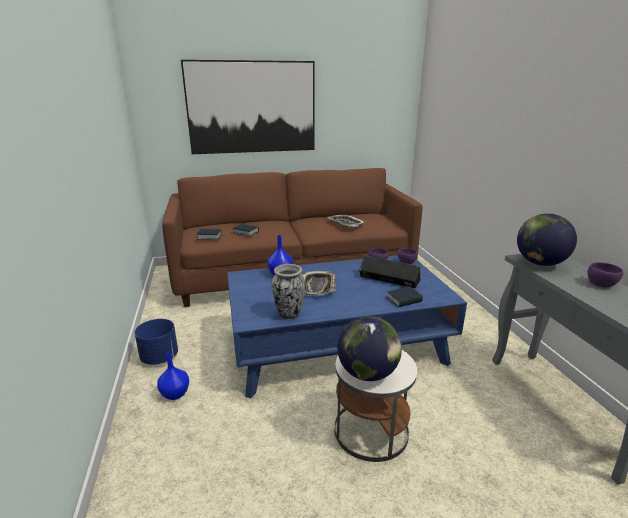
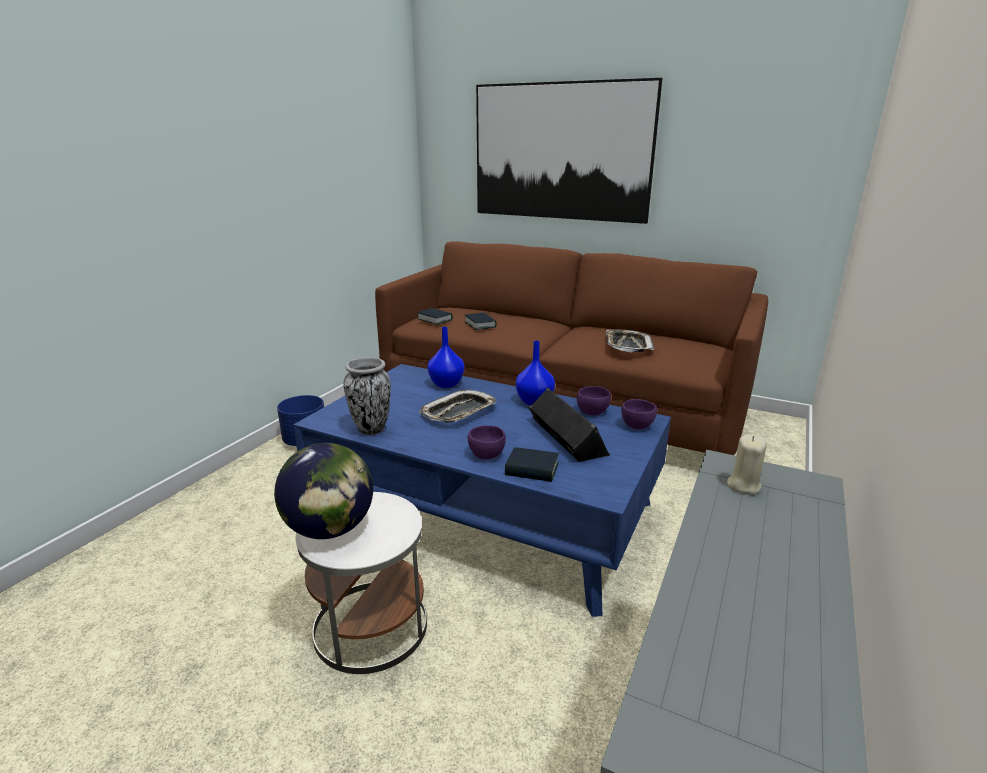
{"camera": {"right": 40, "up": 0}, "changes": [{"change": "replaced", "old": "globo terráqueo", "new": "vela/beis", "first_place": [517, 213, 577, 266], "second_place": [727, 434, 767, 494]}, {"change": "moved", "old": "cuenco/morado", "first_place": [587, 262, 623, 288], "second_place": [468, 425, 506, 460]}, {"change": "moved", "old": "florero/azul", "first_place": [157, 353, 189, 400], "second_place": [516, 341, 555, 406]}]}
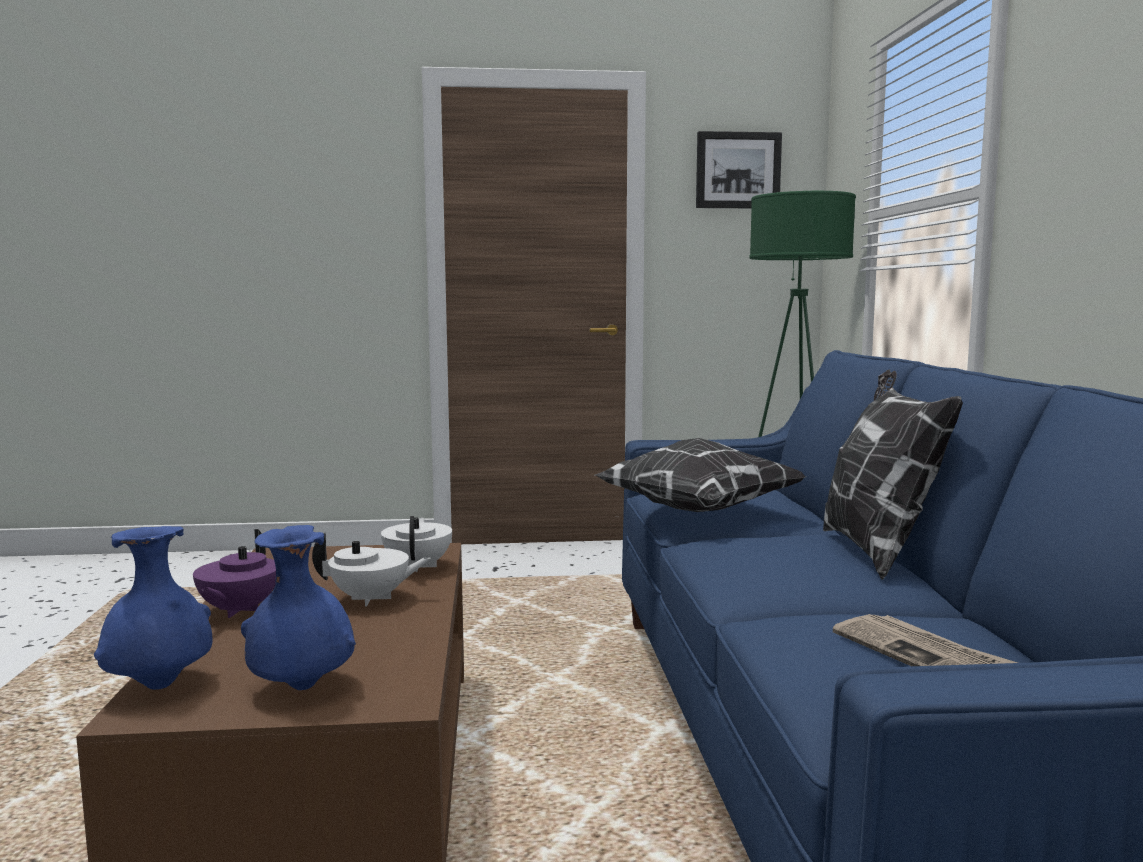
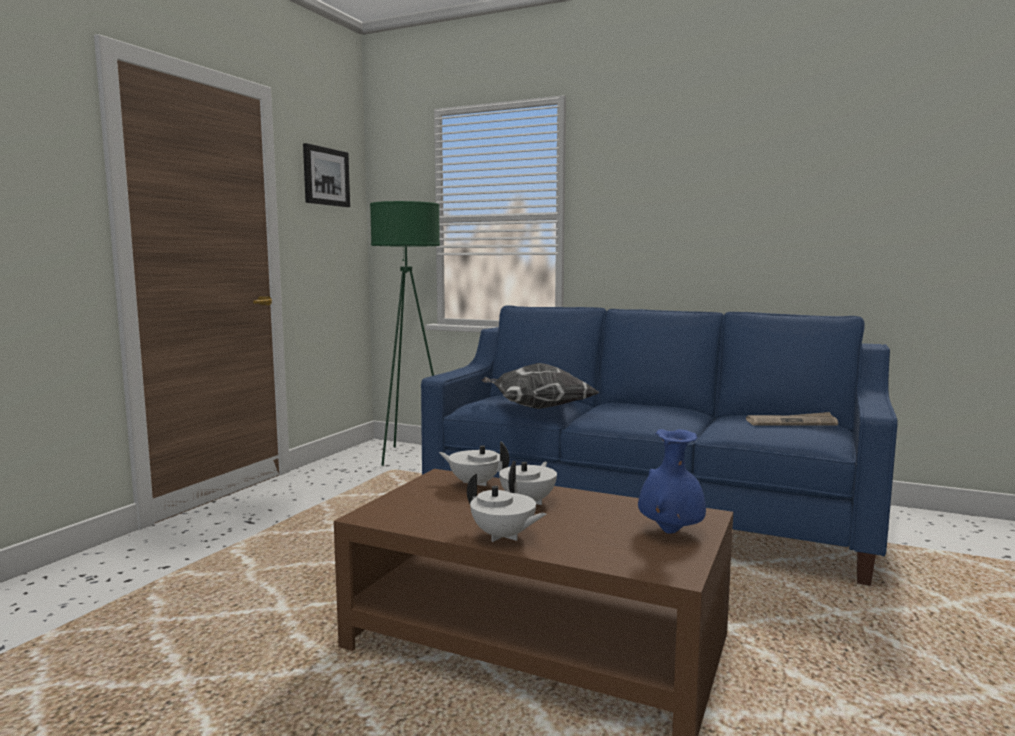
{"camera": {"right": -60, "up": 0}, "changes": [{"change": "removed", "old": "cojín", "first_place": [823, 370, 963, 580]}, {"change": "removed", "old": "florero/azul", "first_place": [94, 526, 213, 690]}, {"change": "recoloured", "old": "tetera/morado", "new": "tetera/blanco", "first_place": [193, 529, 276, 618], "second_place": [467, 474, 547, 542]}]}
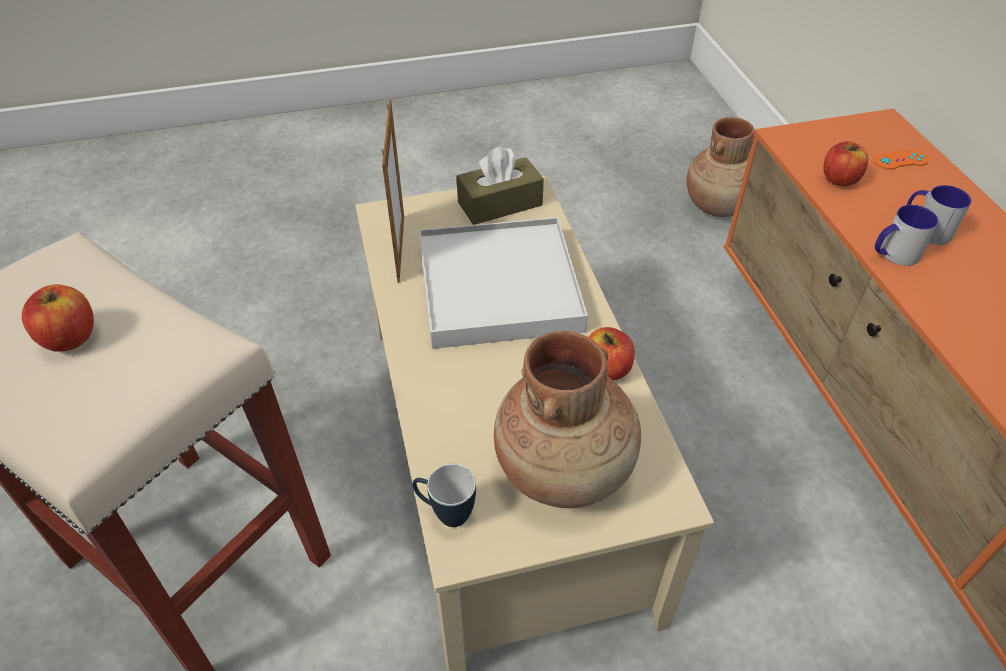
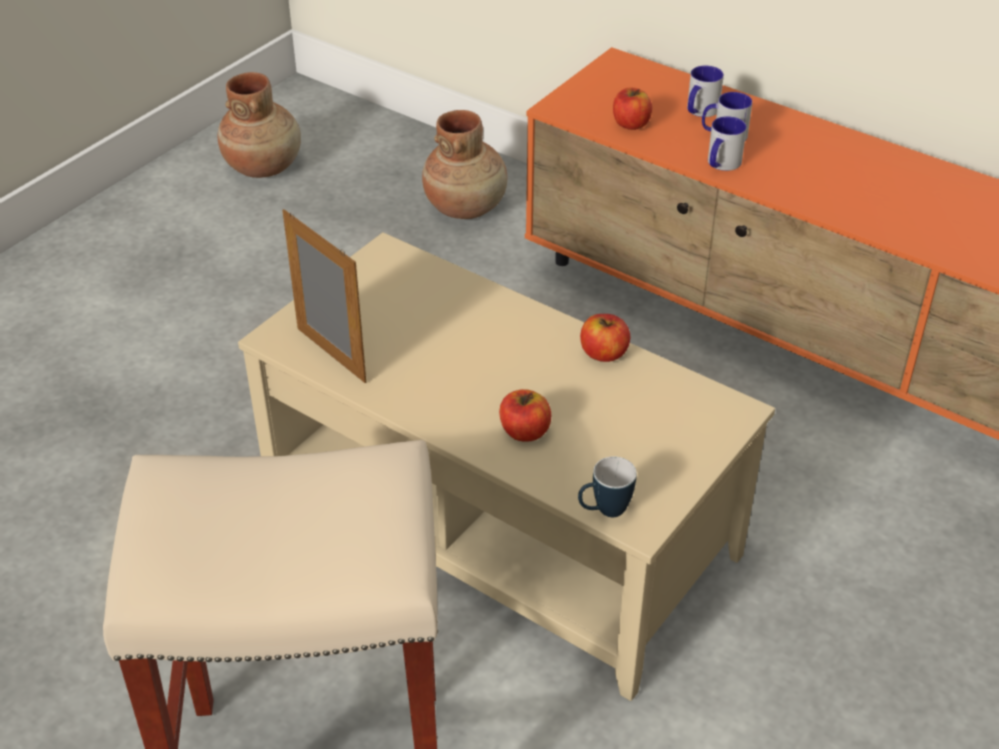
{"camera": {"right": -40, "up": -5}, "changes": [{"change": "removed", "old": "caja de pañuelos/marrón", "first_place": [457, 146, 544, 225]}, {"change": "removed", "old": "mando de consola/naranja", "first_place": [873, 150, 930, 170]}, {"change": "removed", "old": "bandeja/blanco", "first_place": [419, 217, 588, 349]}, {"change": "moved", "old": "manzana", "first_place": [22, 284, 94, 352], "second_place": [499, 389, 551, 442]}, {"change": "moved", "old": "florero/marrón", "first_place": [494, 331, 641, 508], "second_place": [217, 72, 301, 178]}, {"change": "added", "new": "taza grande", "second_place": [687, 66, 724, 117]}]}
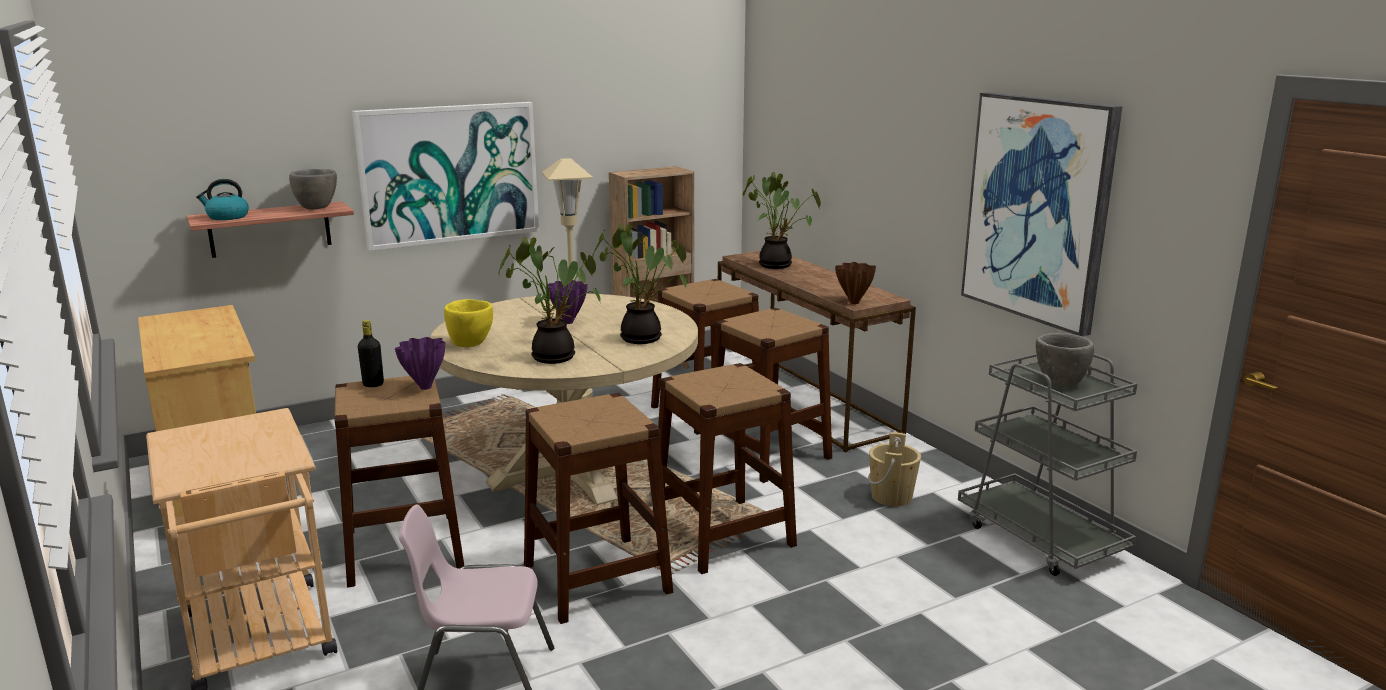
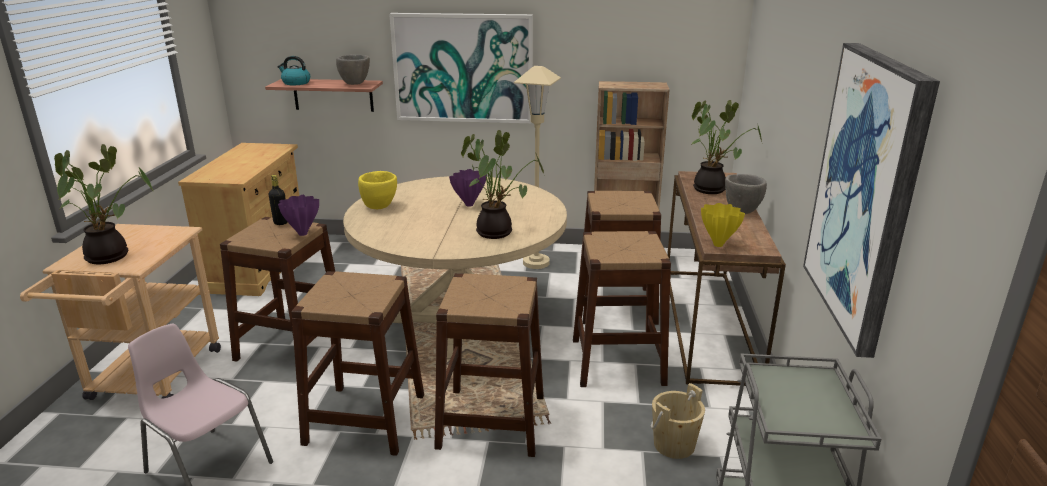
{"camera": {"right": 35, "up": 5}, "changes": [{"change": "moved", "old": "planta en maceta", "first_place": [499, 237, 600, 364], "second_place": [54, 144, 153, 264]}, {"change": "recoloured", "old": "florero/marrón", "new": "florero/amarillo", "first_place": [835, 262, 876, 304], "second_place": [701, 203, 745, 247]}, {"change": "moved", "old": "cuenco/gris", "first_place": [1036, 333, 1094, 387], "second_place": [725, 174, 767, 214]}]}
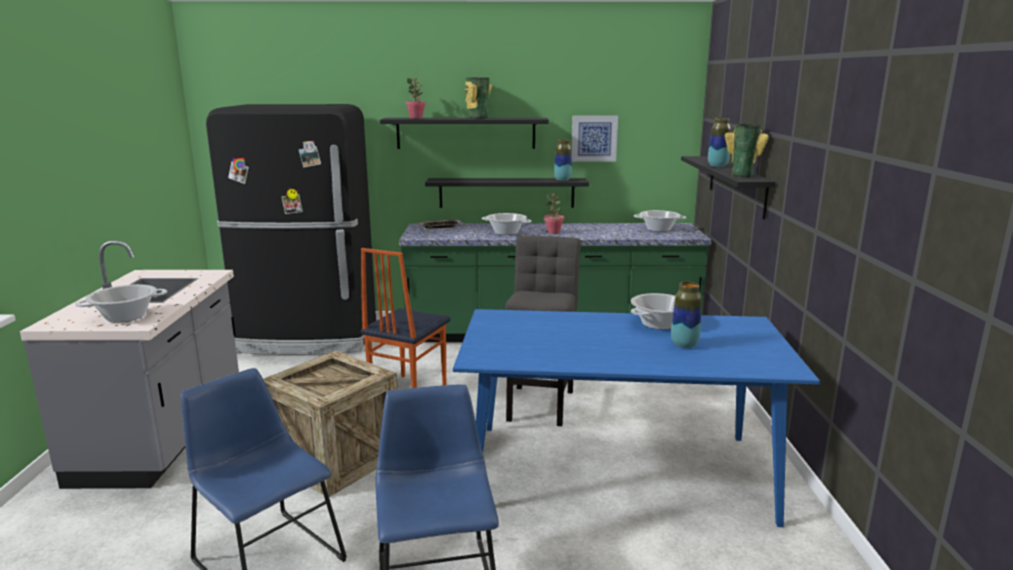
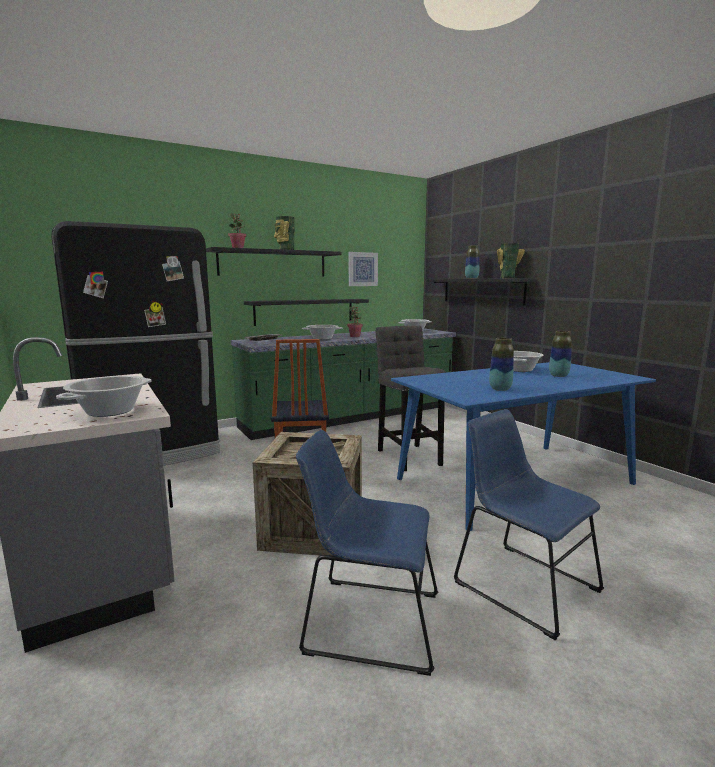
{"camera": {"right": -30, "up": -5}, "changes": [{"change": "moved", "old": "florero", "first_place": [554, 139, 572, 181], "second_place": [489, 338, 514, 391]}]}
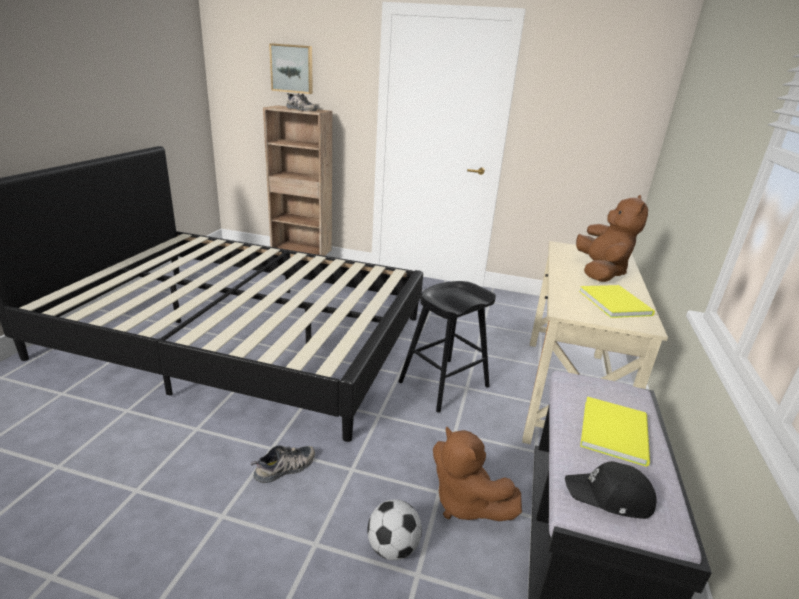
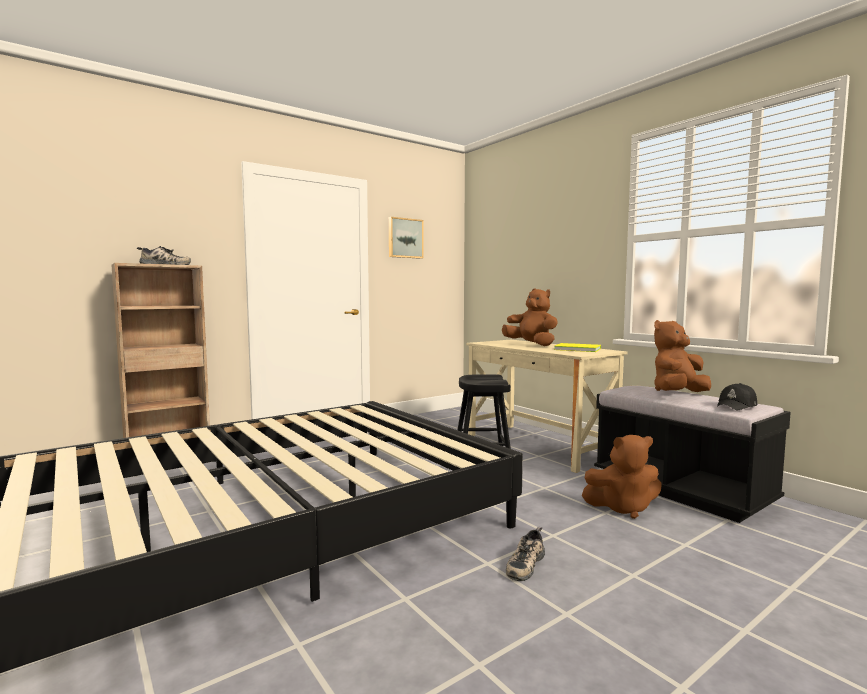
{"camera": {"right": -50, "up": -20}, "changes": [{"change": "moved", "old": "cuadro", "first_place": [269, 43, 313, 94], "second_place": [389, 217, 424, 259]}, {"change": "replaced", "old": "libro/amarillo", "new": "peluche/marrón", "first_place": [580, 397, 650, 467], "second_place": [654, 320, 711, 392]}, {"change": "turned", "old": "zapato", "first_place": [251, 445, 315, 483], "second_place": [506, 527, 545, 581], "degrees": -150}, {"change": "removed", "old": "balón de fútbol", "first_place": [367, 499, 422, 560]}]}
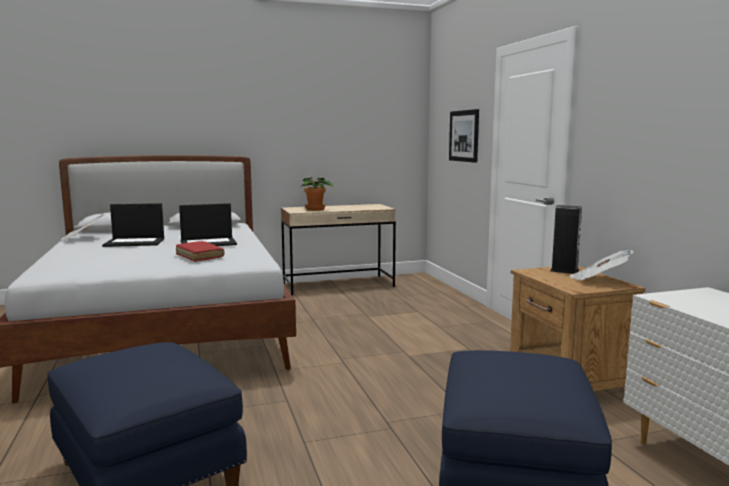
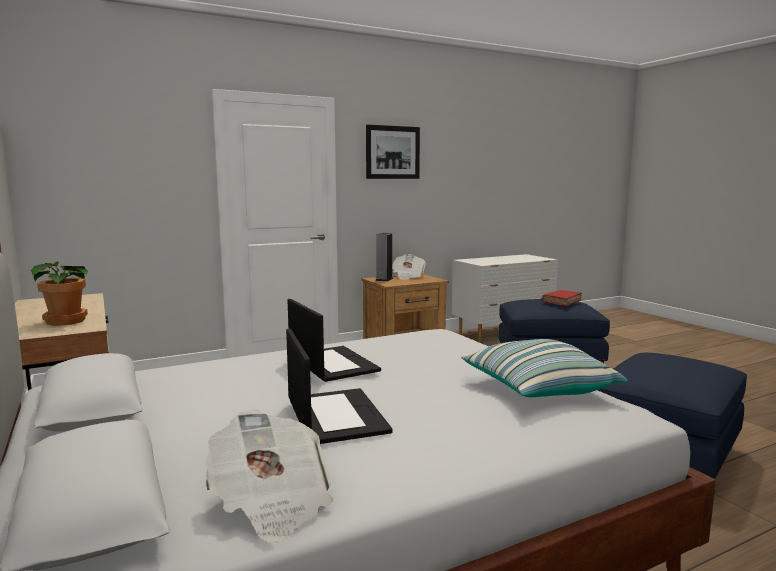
{"camera": {"right": -100, "up": 0}, "changes": [{"change": "moved", "old": "cuadro", "first_place": [449, 109, 479, 163], "second_place": [366, 124, 420, 179]}, {"change": "moved", "old": "libro/rojo", "first_place": [176, 241, 224, 262], "second_place": [542, 290, 582, 306]}, {"change": "added", "new": "cojín", "second_place": [461, 339, 628, 397]}]}
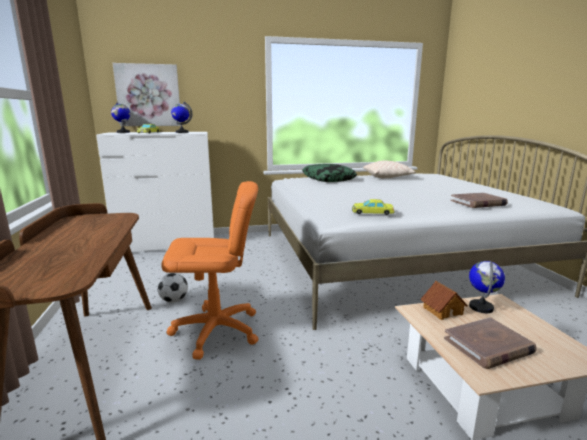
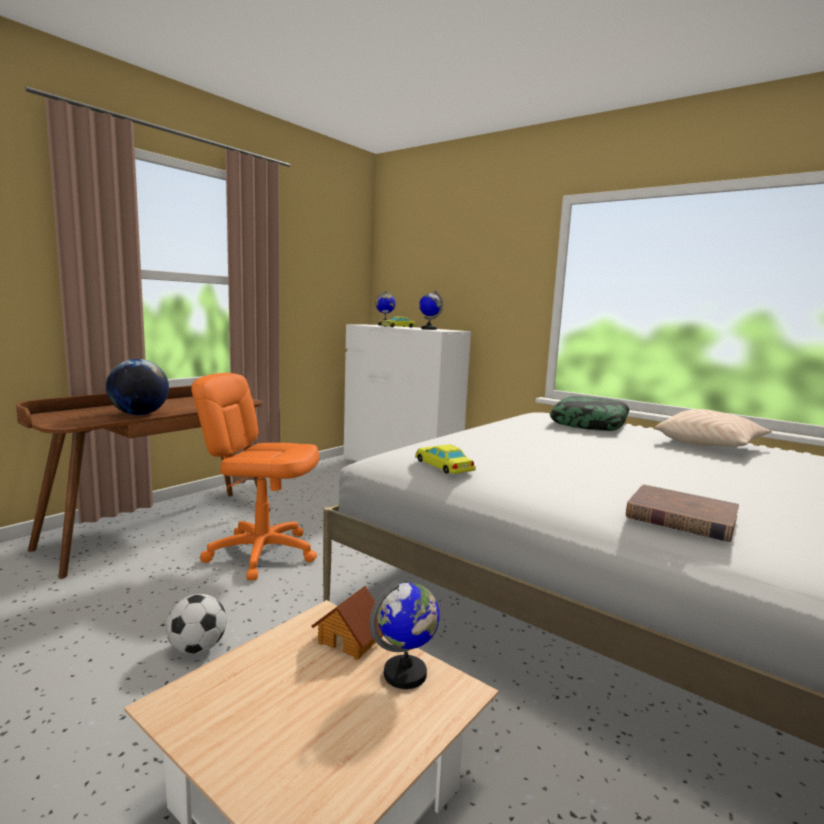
{"camera": {"right": 50, "up": -5}, "changes": [{"change": "removed", "old": "cuadro", "first_place": [112, 63, 181, 126]}, {"change": "turned", "old": "silla de oficina/naranja", "first_place": [161, 181, 258, 360], "second_place": [191, 373, 320, 580], "degrees": 150}, {"change": "moved", "old": "balón de fútbol", "first_place": [157, 273, 188, 303], "second_place": [166, 594, 226, 654]}, {"change": "removed", "old": "libro/marrón", "first_place": [444, 317, 537, 369]}, {"change": "added", "new": "globo terráqueo", "second_place": [106, 359, 169, 415]}]}
